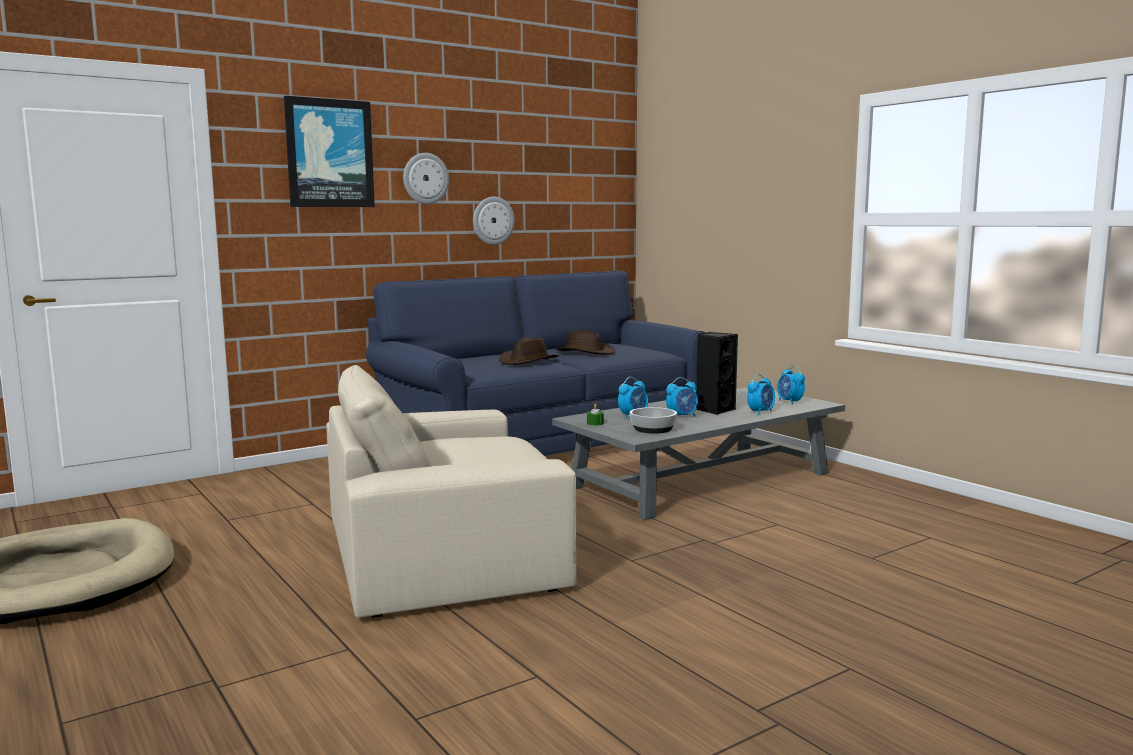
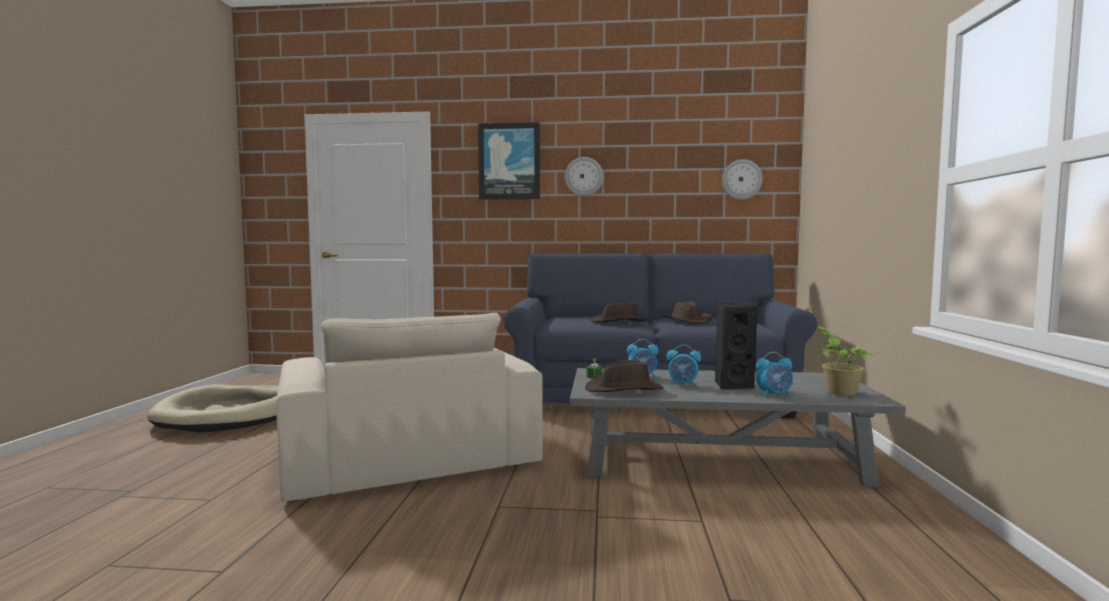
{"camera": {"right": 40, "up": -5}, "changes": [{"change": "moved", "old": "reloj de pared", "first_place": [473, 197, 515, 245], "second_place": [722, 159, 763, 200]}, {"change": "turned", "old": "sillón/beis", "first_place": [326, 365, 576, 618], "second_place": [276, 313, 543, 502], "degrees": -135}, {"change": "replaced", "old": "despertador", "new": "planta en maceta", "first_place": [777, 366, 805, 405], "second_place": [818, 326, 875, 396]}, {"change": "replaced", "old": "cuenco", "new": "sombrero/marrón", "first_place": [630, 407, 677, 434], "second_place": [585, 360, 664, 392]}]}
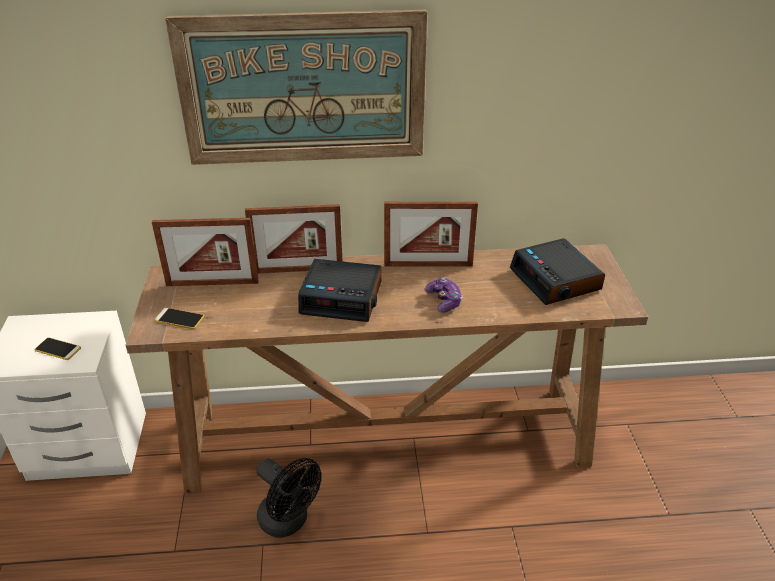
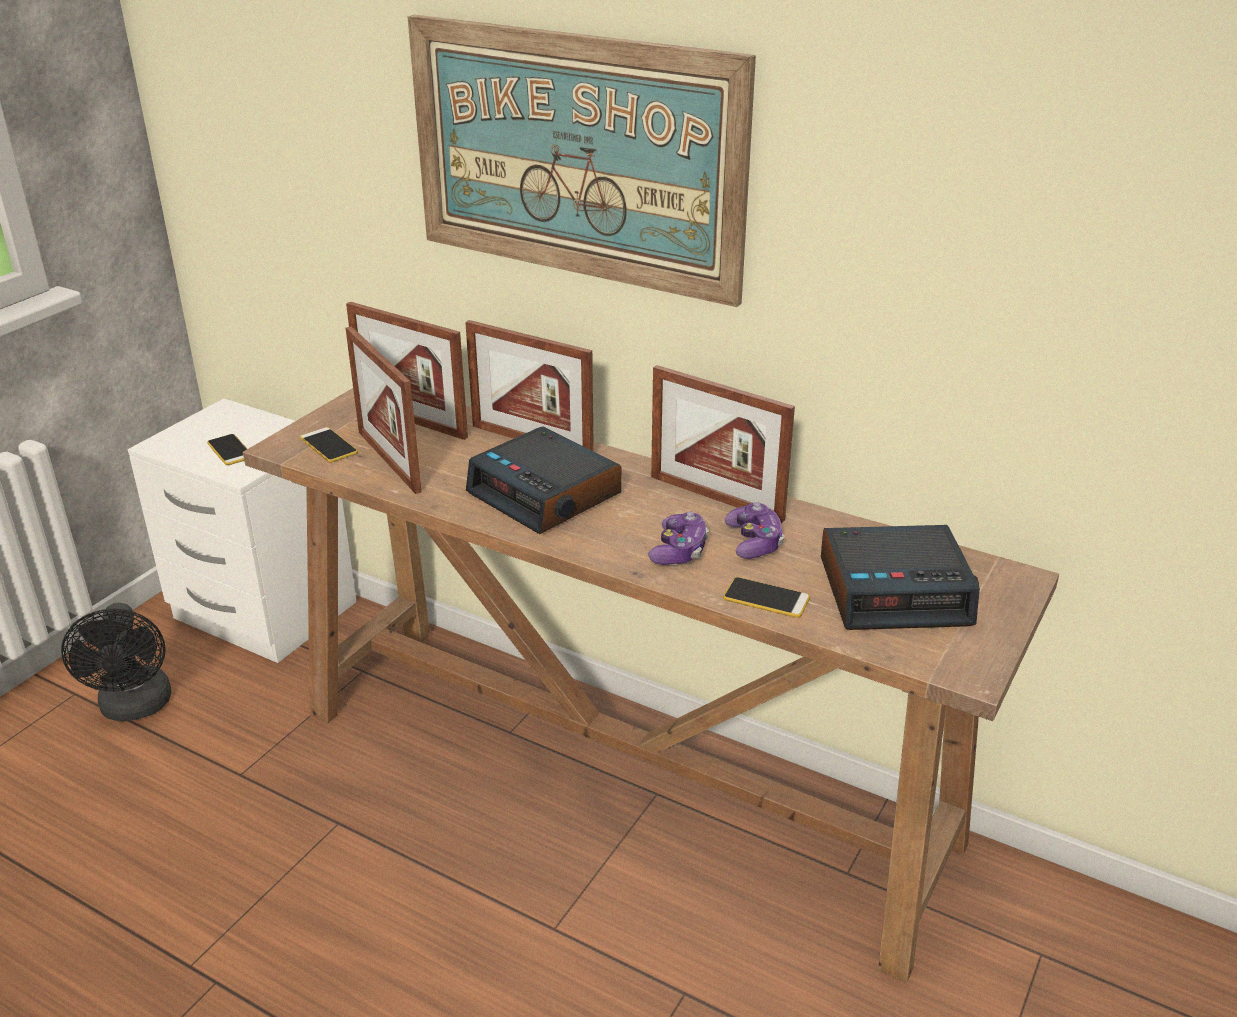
{"camera": {"right": 35, "up": -5}, "changes": [{"change": "turned", "old": "despertador", "first_place": [510, 239, 605, 305], "second_place": [821, 525, 980, 630], "degrees": -105}, {"change": "moved", "old": "ventilador/negro", "first_place": [257, 458, 321, 538], "second_place": [61, 603, 171, 721]}, {"change": "added", "new": "portarretratos", "second_place": [346, 326, 421, 494]}, {"change": "added", "new": "mando de consola", "second_place": [725, 502, 784, 559]}, {"change": "added", "new": "móvil", "second_place": [723, 577, 810, 618]}]}
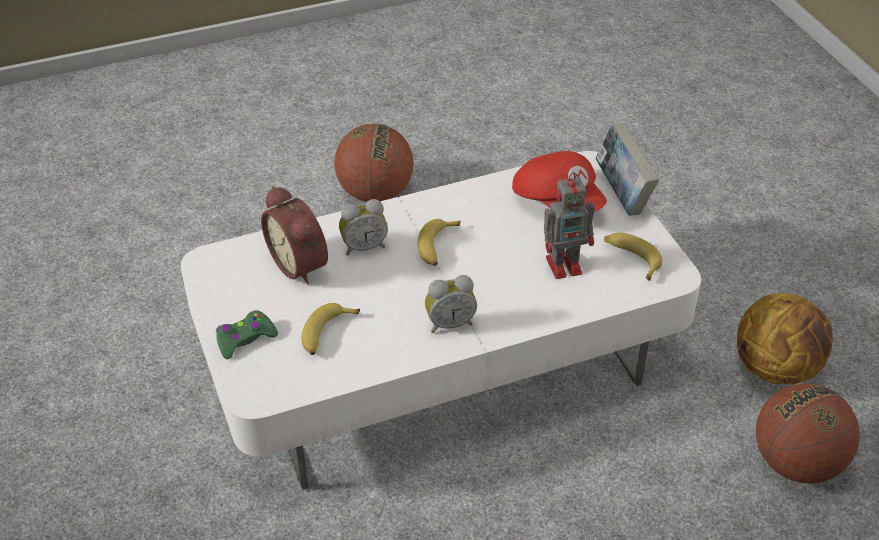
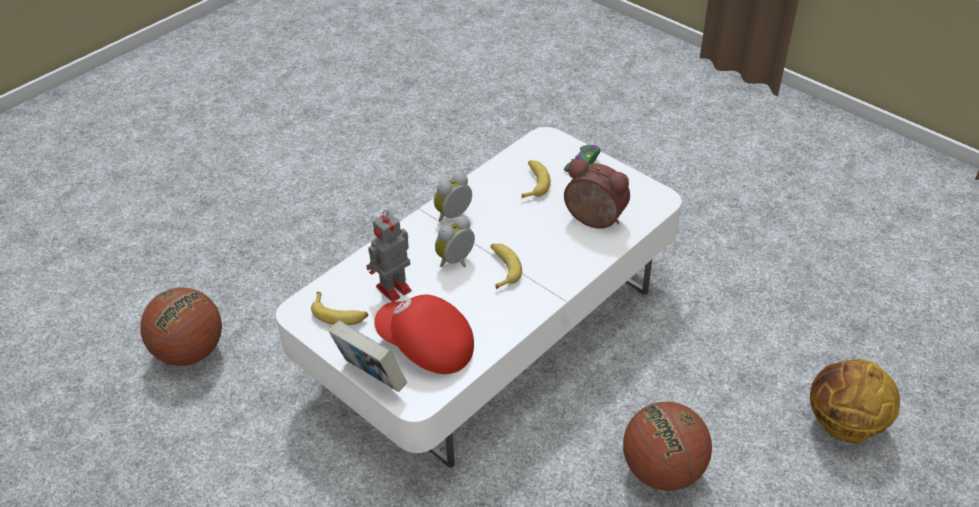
{"camera": {"right": 155, "up": 0}, "changes": [{"change": "moved", "old": "despertador", "first_place": [339, 199, 388, 256], "second_place": [435, 216, 475, 267]}, {"change": "moved", "old": "balón de baloncesto", "first_place": [737, 293, 833, 385], "second_place": [810, 359, 900, 443]}]}
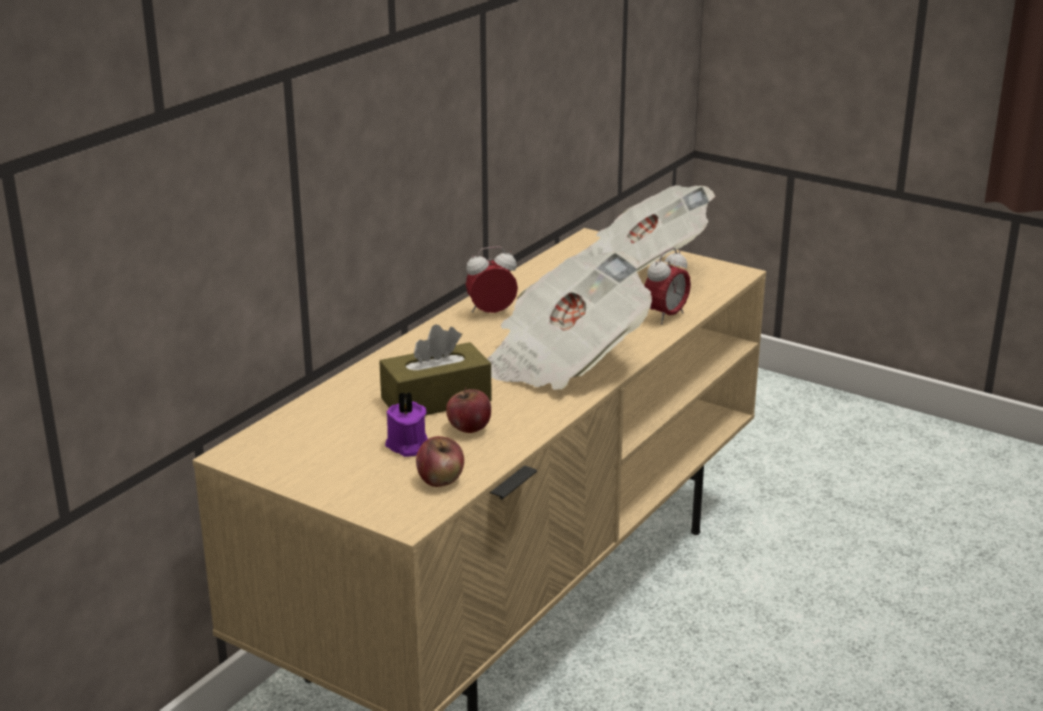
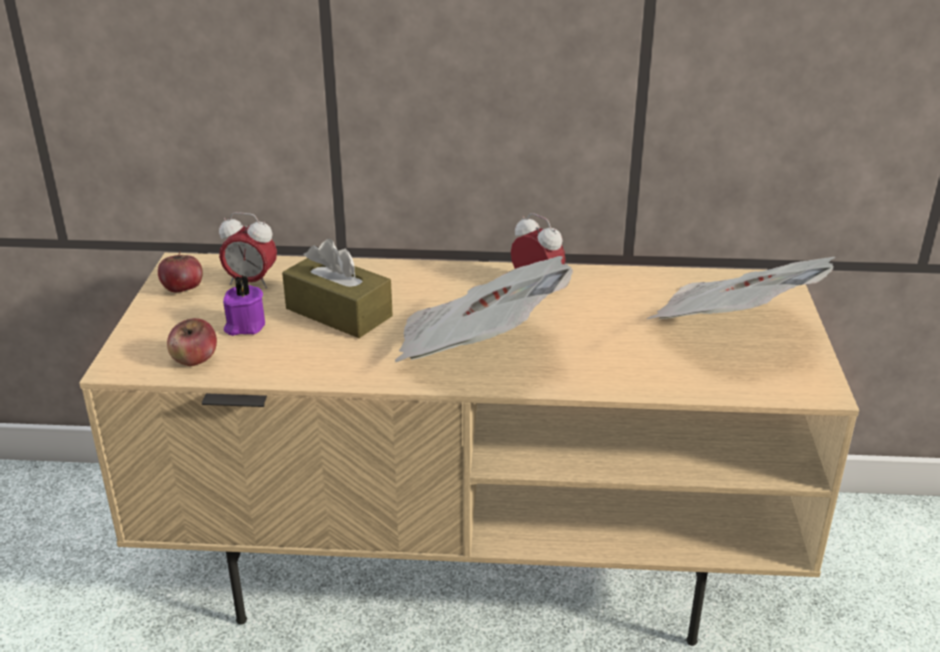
{"camera": {"right": 60, "up": 5}, "changes": [{"change": "moved", "old": "despertador", "first_place": [644, 248, 691, 325], "second_place": [219, 212, 277, 289]}, {"change": "moved", "old": "manzana", "first_place": [446, 387, 491, 433], "second_place": [158, 251, 203, 292]}]}
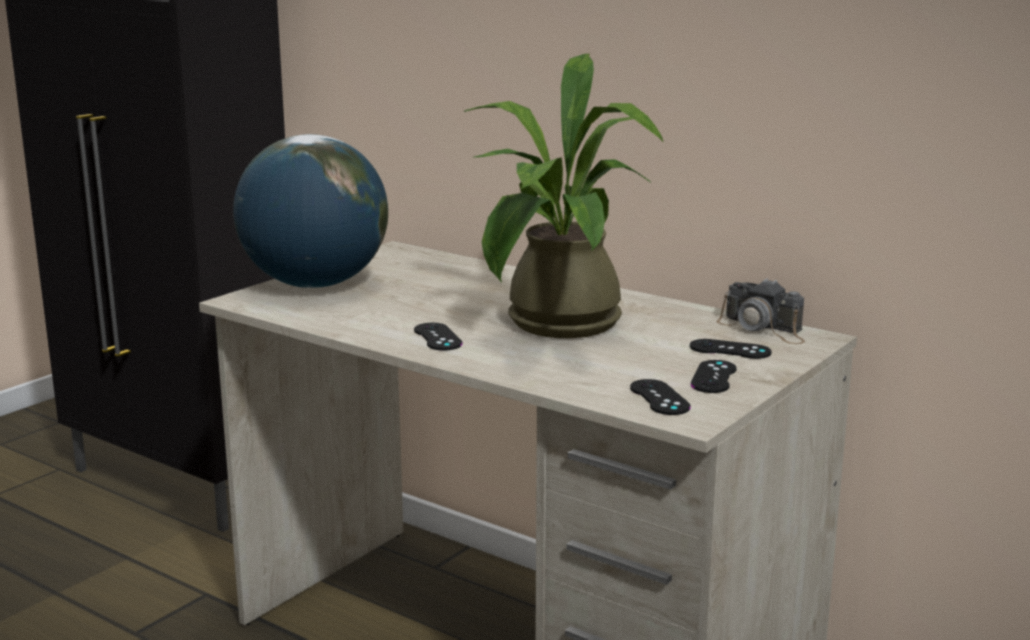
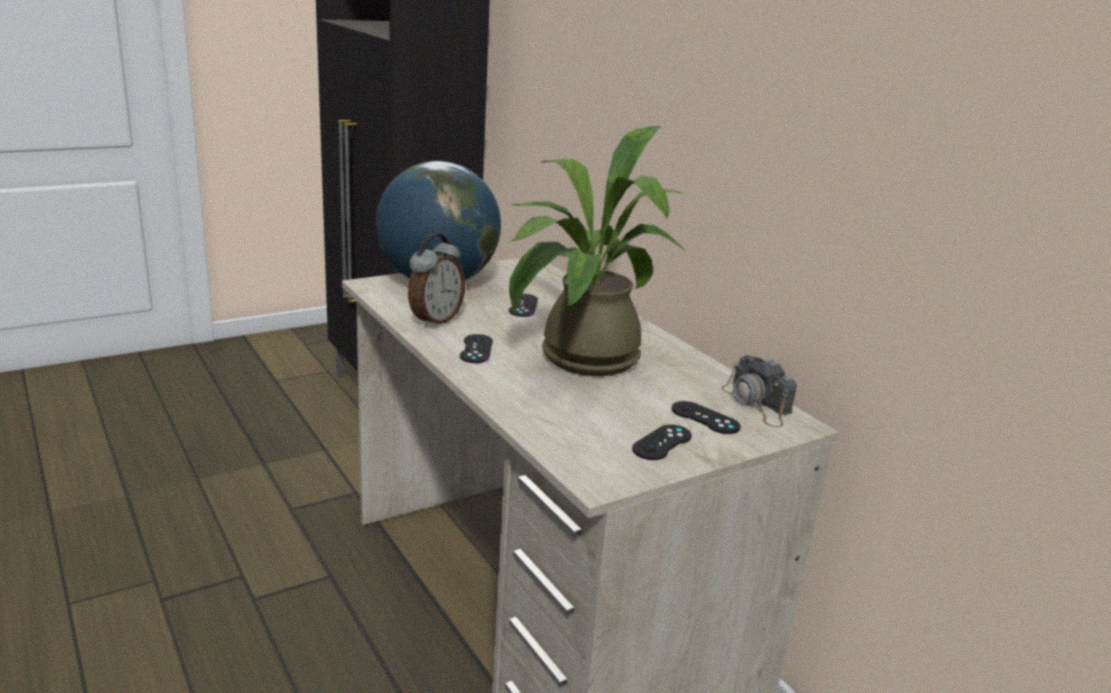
{"camera": {"right": 20, "up": 5}, "changes": [{"change": "moved", "old": "mando de consola/negro", "first_place": [630, 379, 690, 415], "second_place": [509, 294, 538, 317]}, {"change": "added", "new": "despertador", "second_place": [408, 233, 465, 328]}]}
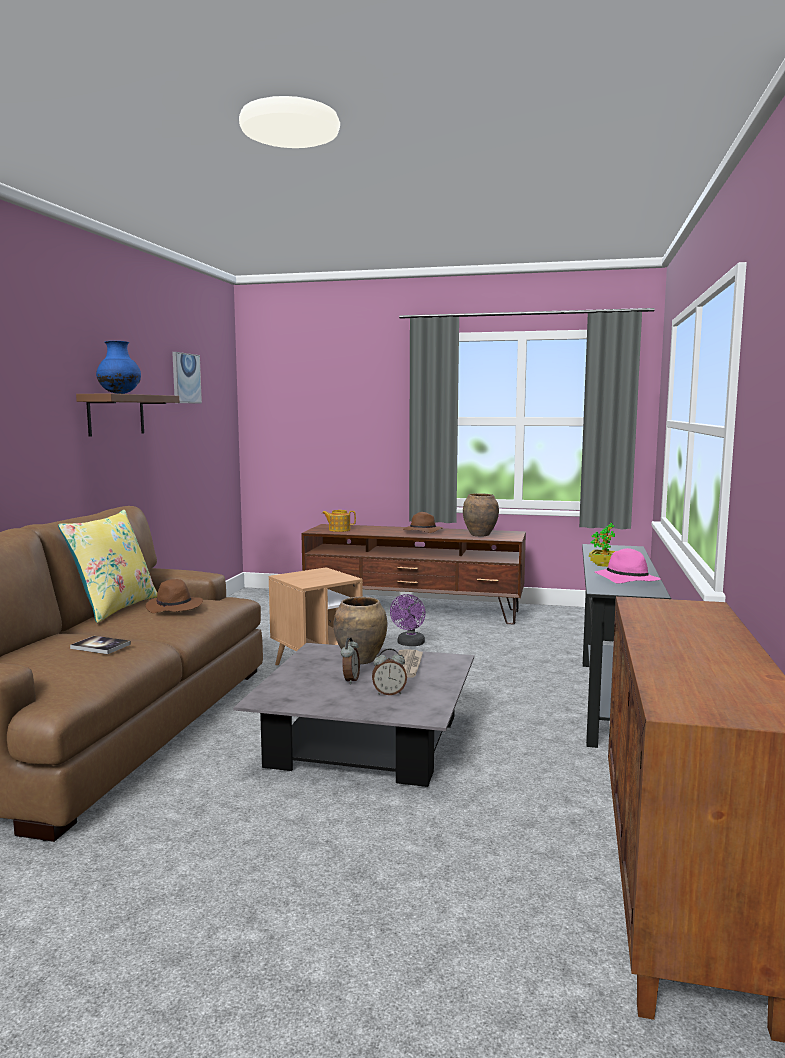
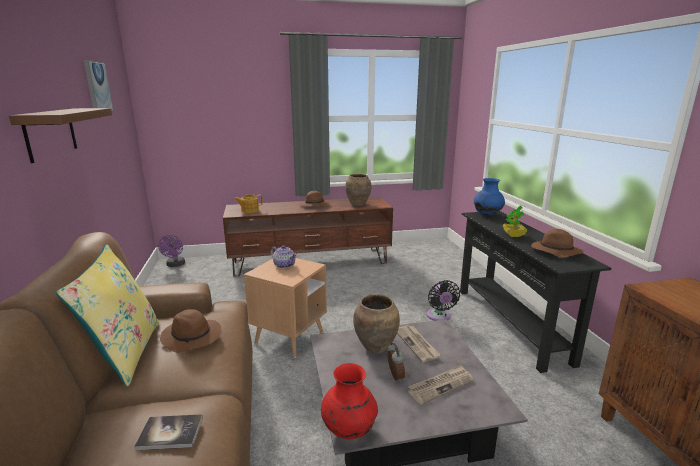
{"camera": {"right": -25, "up": 10}, "changes": [{"change": "moved", "old": "florero/azul", "first_place": [96, 341, 141, 394], "second_place": [474, 178, 505, 215]}, {"change": "recoloured", "old": "sombrero/rosa", "new": "sombrero/marrón", "first_place": [595, 548, 661, 584], "second_place": [531, 229, 584, 258]}, {"change": "moved", "old": "ventilador/morado", "first_place": [390, 594, 426, 646], "second_place": [158, 235, 185, 267]}, {"change": "replaced", "old": "despertador", "new": "periódico", "first_place": [372, 648, 407, 695], "second_place": [408, 365, 474, 405]}, {"change": "added", "new": "tetera", "second_place": [271, 245, 297, 268]}, {"change": "added", "new": "ventilador/negro", "second_place": [427, 280, 460, 321]}, {"change": "added", "new": "florero/rojo", "second_place": [321, 363, 378, 439]}]}
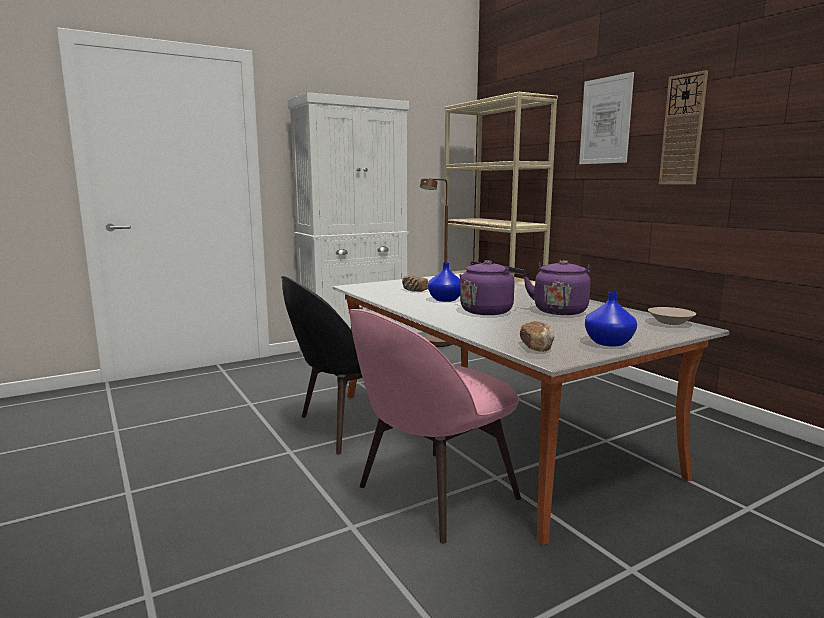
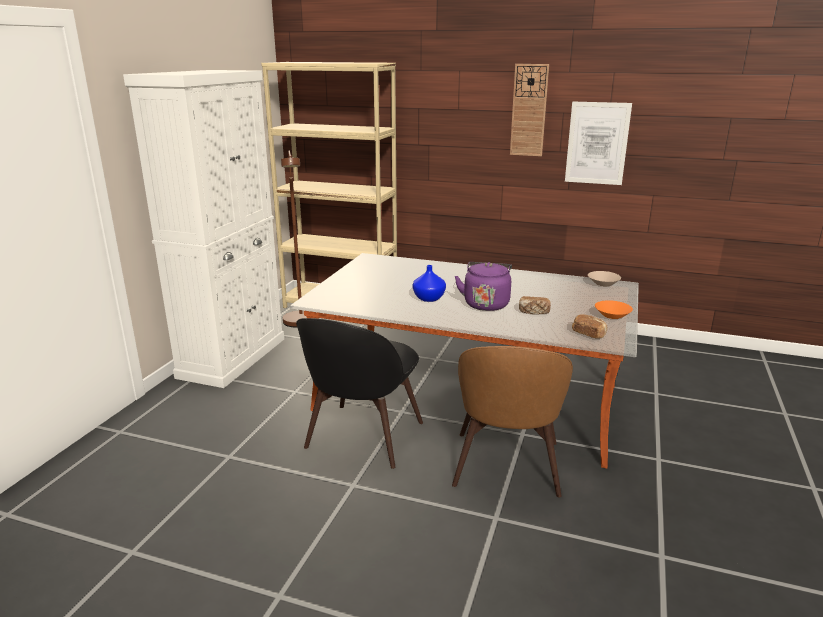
{"camera": {"right": -40, "up": 10}, "changes": [{"change": "moved", "old": "cuadro", "first_place": [579, 72, 634, 164], "second_place": [565, 102, 632, 185]}, {"change": "removed", "old": "hervidor/morado", "first_place": [524, 260, 591, 315]}, {"change": "moved", "old": "pan", "first_place": [402, 276, 428, 292], "second_place": [519, 296, 551, 314]}, {"change": "replaced", "old": "florero/azul", "new": "cuenco/naranja", "first_place": [585, 292, 637, 347], "second_place": [595, 300, 633, 319]}, {"change": "recoloured", "old": "silla/rosa", "new": "silla/marrón", "first_place": [349, 309, 521, 543], "second_place": [452, 346, 573, 498]}]}
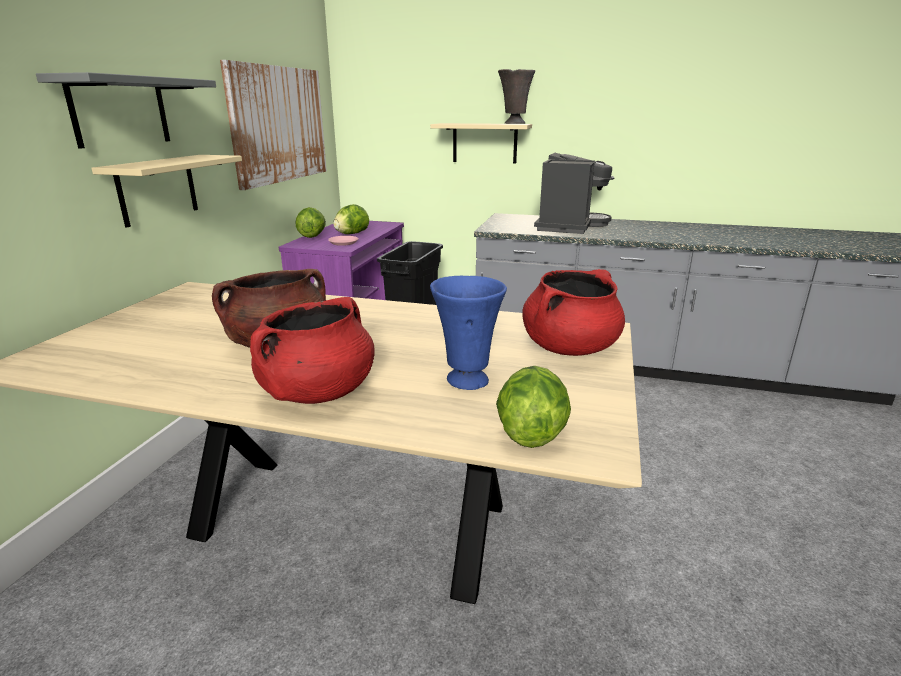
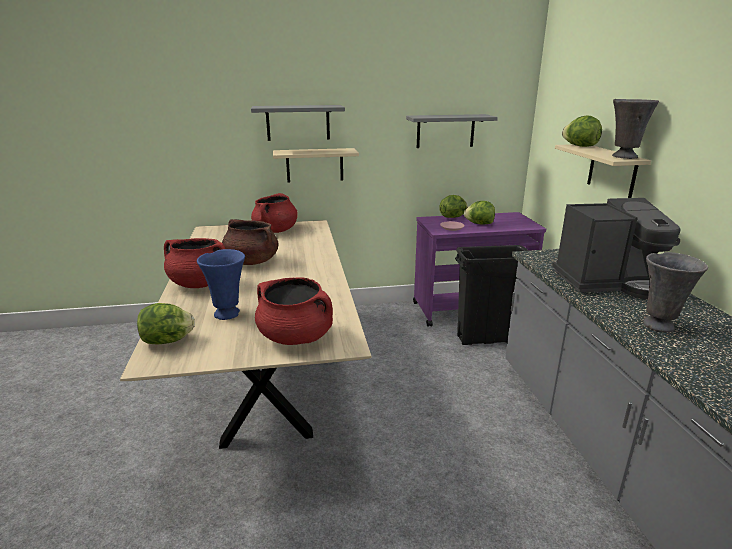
{"camera": {"right": 65, "up": 0}, "changes": [{"change": "replaced", "old": "cuadro", "new": "estante/gris", "first_place": [220, 60, 327, 190], "second_place": [406, 114, 498, 148]}, {"change": "added", "new": "lechuga", "second_place": [562, 115, 602, 147]}, {"change": "added", "new": "olla/rojo", "second_place": [251, 193, 298, 233]}, {"change": "added", "new": "florero/gris", "second_place": [643, 252, 708, 332]}]}
